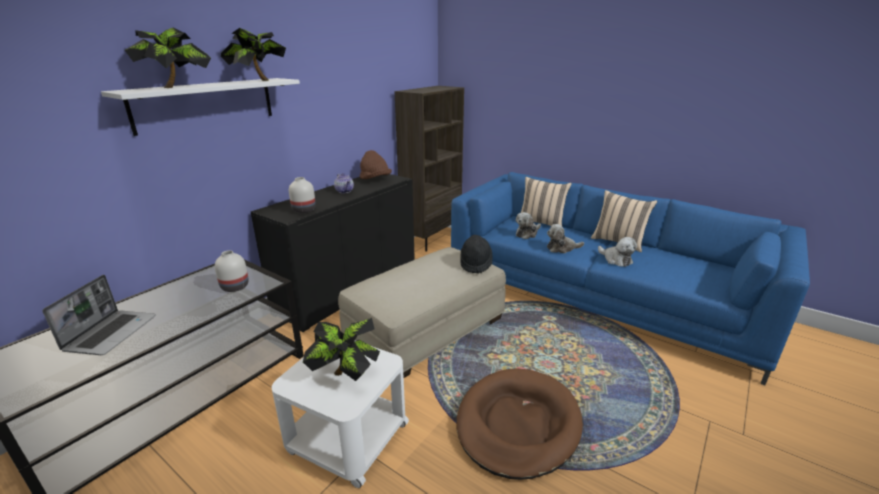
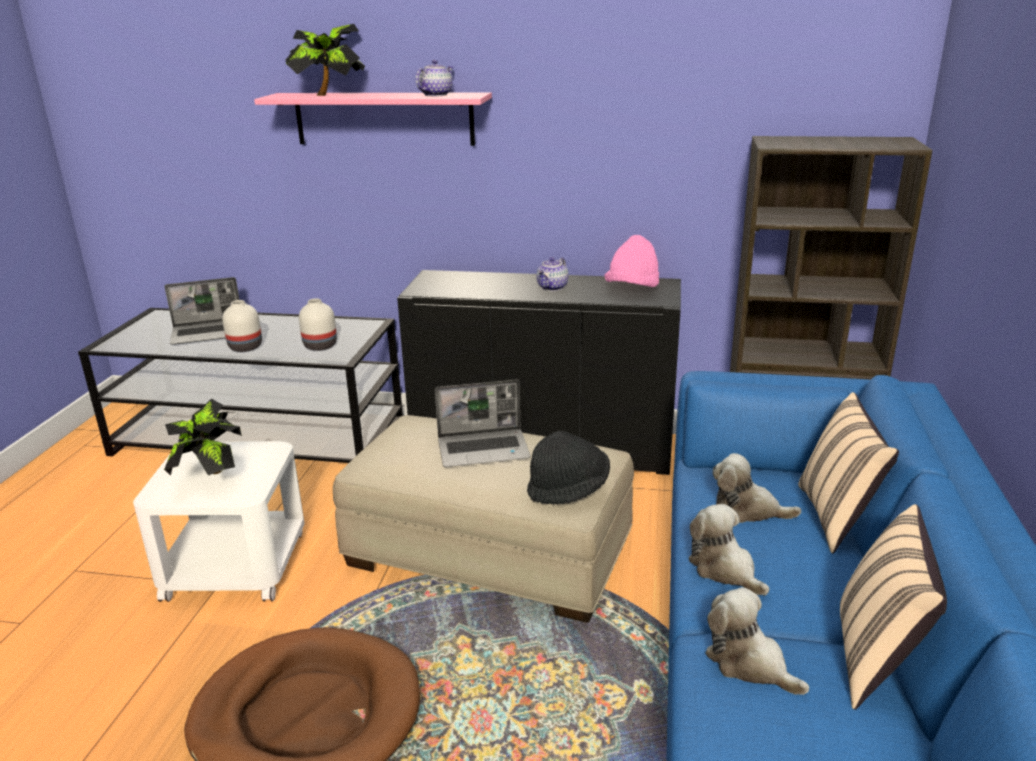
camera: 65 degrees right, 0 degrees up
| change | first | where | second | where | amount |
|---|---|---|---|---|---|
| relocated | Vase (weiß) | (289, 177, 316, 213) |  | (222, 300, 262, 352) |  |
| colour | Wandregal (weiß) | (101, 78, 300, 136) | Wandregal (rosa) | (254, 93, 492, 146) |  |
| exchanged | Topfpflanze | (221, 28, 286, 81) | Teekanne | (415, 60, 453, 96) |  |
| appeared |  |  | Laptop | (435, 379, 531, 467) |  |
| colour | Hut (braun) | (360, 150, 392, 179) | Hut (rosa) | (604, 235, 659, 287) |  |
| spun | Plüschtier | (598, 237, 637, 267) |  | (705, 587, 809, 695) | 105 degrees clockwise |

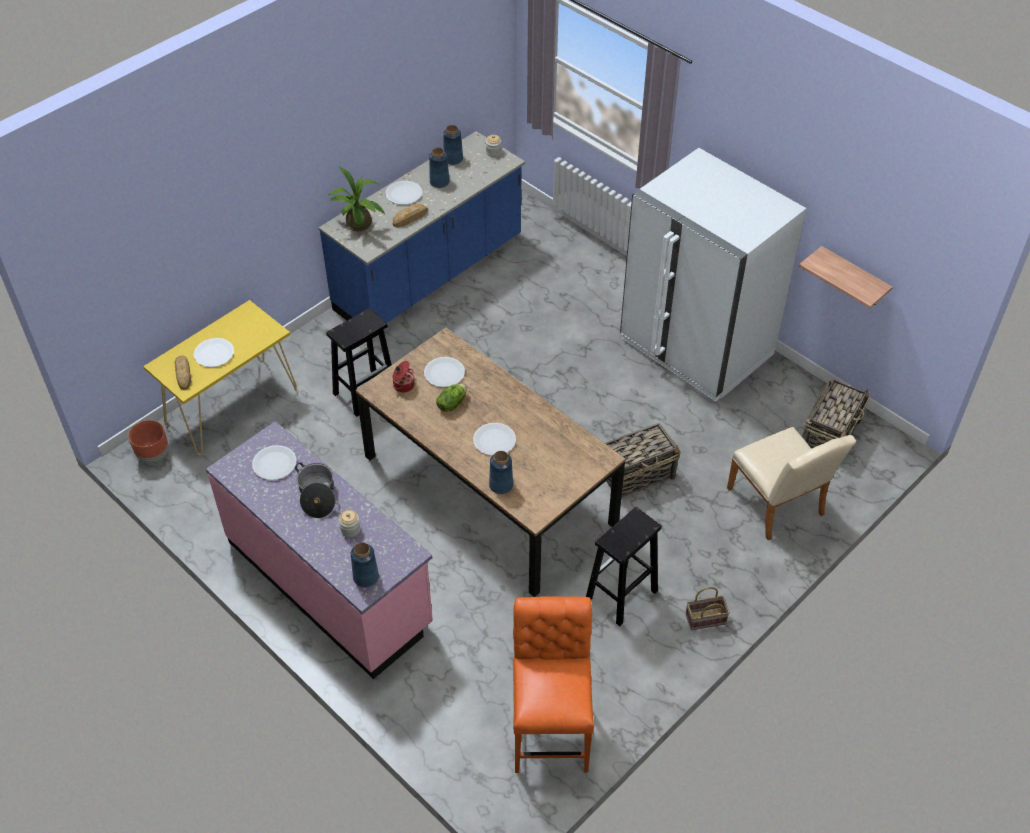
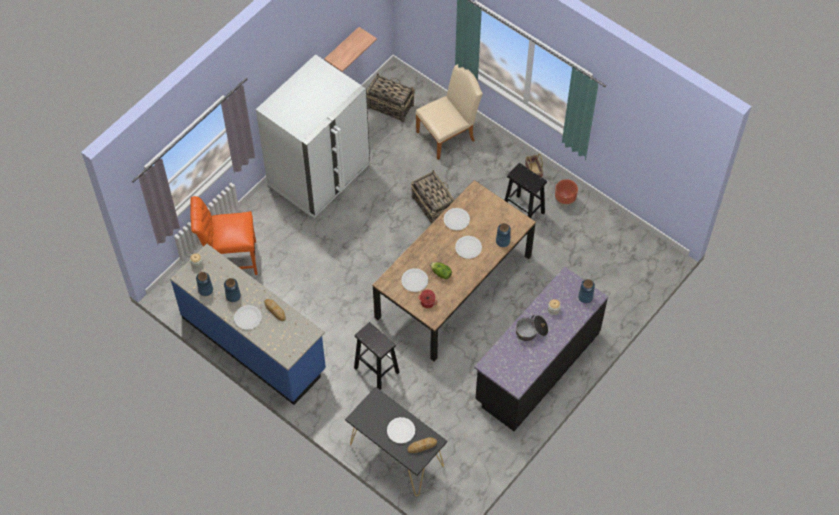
camera: 95 degrees left, 10 degrees up
| change | first | where | second | where | amount |
|---|---|---|---|---|---|
| relocated | Stuhl (orange) | (513, 596, 594, 773) |  | (190, 196, 258, 275) |  |
| colour | Konsolentisch (gelb) | (143, 300, 297, 456) | Konsolentisch (schwarz) | (345, 387, 447, 496) |  |
| relocated | Teller (weiß) | (252, 445, 297, 480) |  | (444, 208, 470, 230) |  |
| colour | Küchenzeile (rosa) | (206, 421, 433, 679) | Küchenzeile (schwarz) | (474, 267, 608, 431) |  |
| relocated | Pflanzkübel (braun) | (128, 420, 168, 464) |  | (555, 179, 578, 207) |  |
| missing | Topfpflanze | (328, 167, 385, 232) |  |  |  |

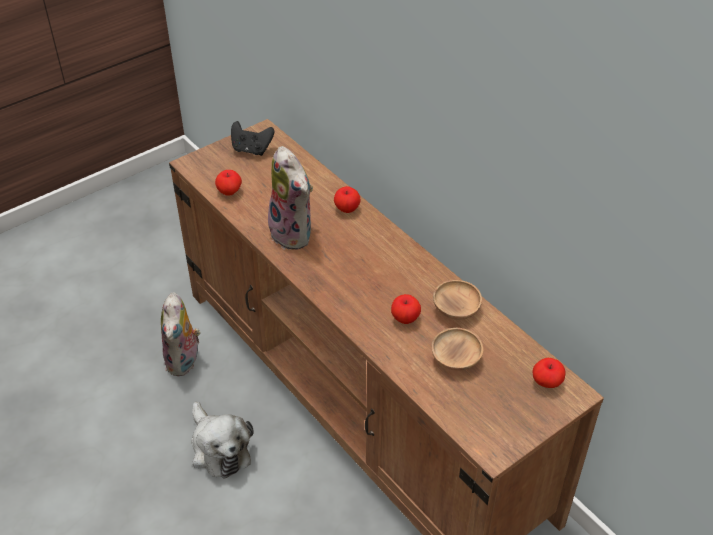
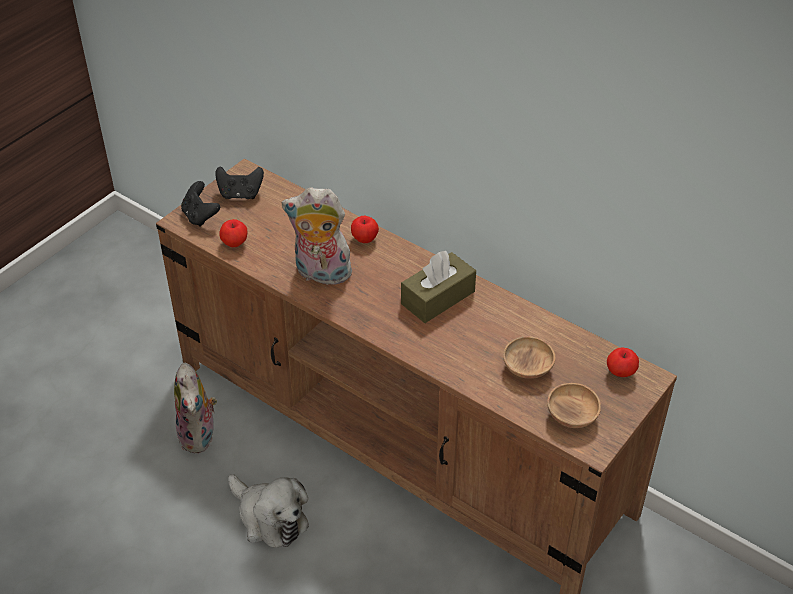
camera: 15 degrees left, 0 degrees up
| change | first | where | second | where | amount |
|---|---|---|---|---|---|
| appeared |  |  | Gamepad (schwarz) | (181, 181, 220, 227) |  |
| spun | Plüschtier | (268, 146, 313, 250) |  | (282, 187, 352, 285) | 150 degrees clockwise |
| appeared |  |  | Taschentuchbox (braun) | (401, 250, 476, 323) |  |
| relocated | Schüssel (braun) | (433, 280, 482, 320) |  | (547, 383, 601, 428) |  |
| missing | Apfel | (391, 294, 421, 324) |  |  |  |

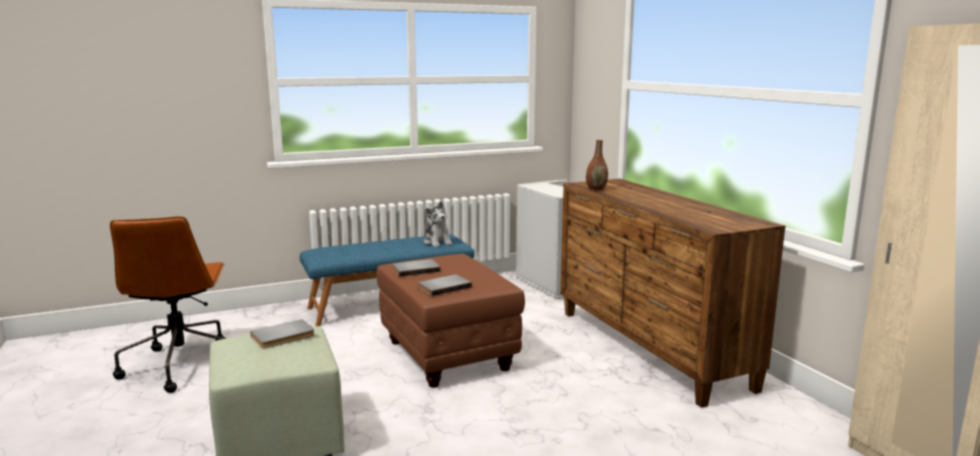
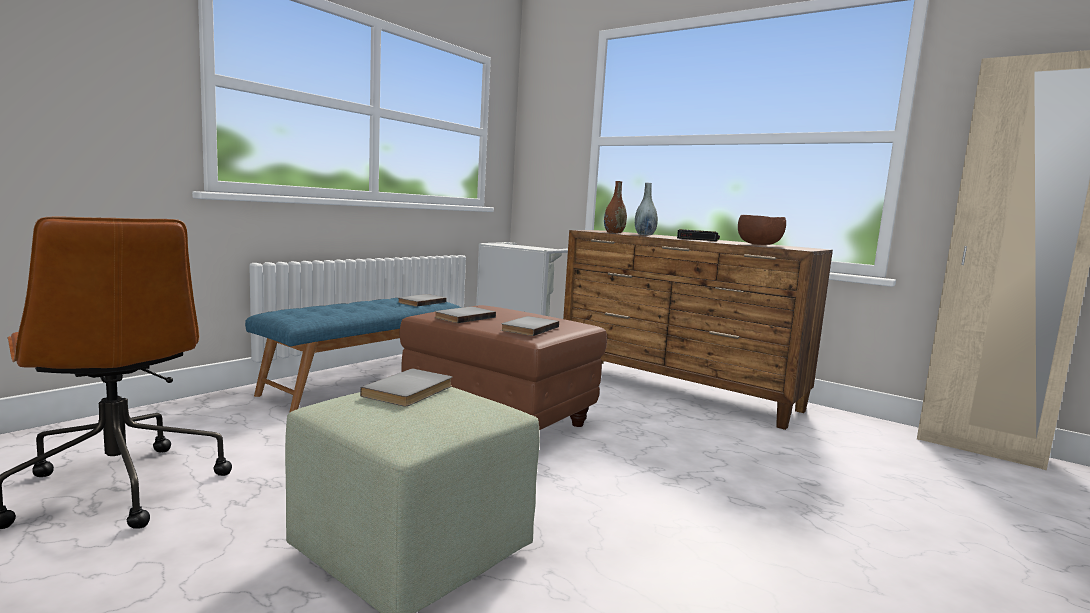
camera: 30 degrees left, 5 degrees down
| change | first | where | second | where | amount |
|---|---|---|---|---|---|
| exchanged | Plüschtier | (424, 201, 453, 247) | Buch (grau) | (398, 294, 447, 307) |  |
| appeared |  |  | Vase (grau) | (635, 183, 658, 235) |  |
| appeared |  |  | Wecker | (677, 229, 720, 241) |  |
| appeared |  |  | Schüssel (braun) | (738, 215, 786, 245) |  |

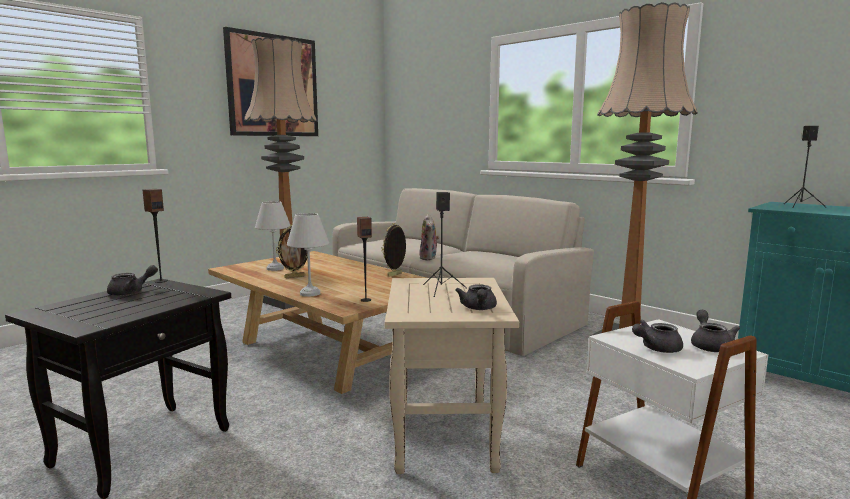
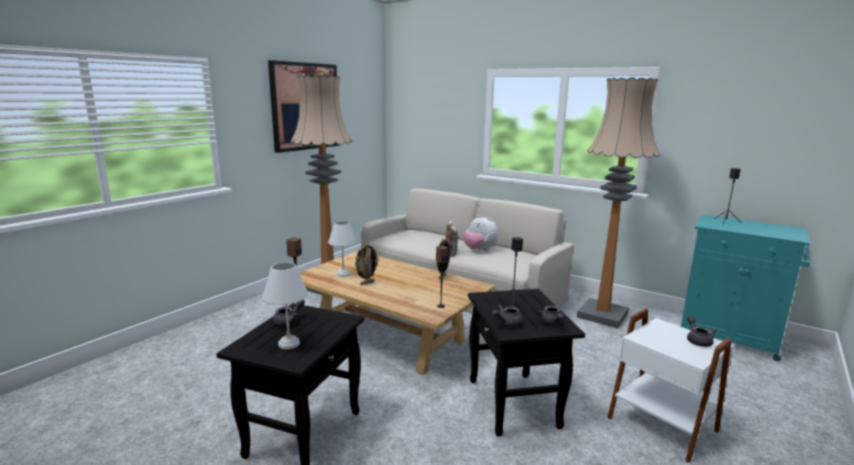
camera: 10 degrees left, 5 degrees up
| change | first | where | second | where | amount |
|---|---|---|---|---|---|
| relocated | Tischlampe (weiß) | (287, 213, 329, 297) |  | (263, 262, 308, 349) |  |
| appeared |  |  | Plüschtier | (463, 215, 498, 251) |  |
| colour | Beistelltisch (beige) | (385, 278, 519, 474) | Beistelltisch (schwarz) | (468, 289, 585, 436) |  |
| relocated | Teekanne (grau) | (632, 320, 683, 353) |  | (492, 304, 523, 326) |  |

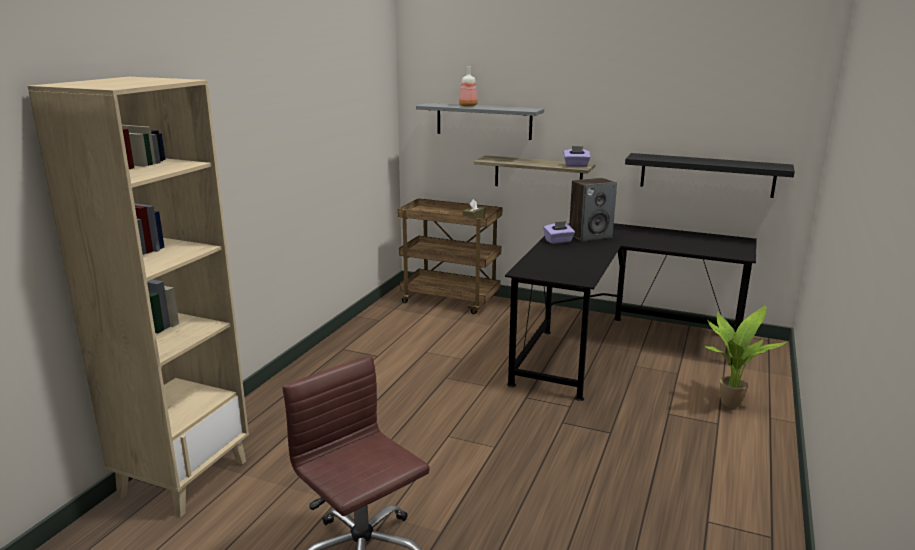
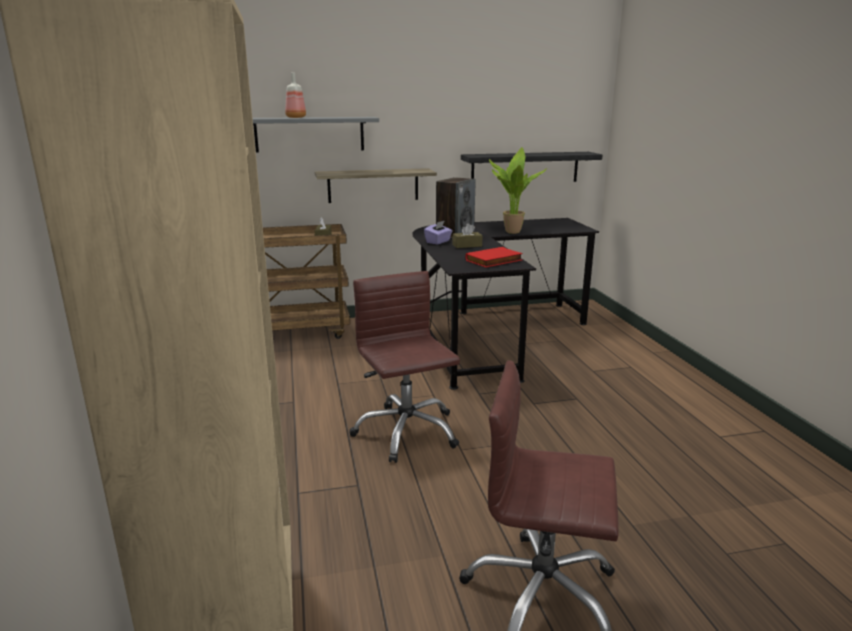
camera: 35 degrees left, 0 degrees up
| change | first | where | second | where | amount |
|---|---|---|---|---|---|
| appeared |  |  | Bürostuhl (braun) | (349, 271, 460, 463) |  |
| appeared |  |  | Taschentuchbox (braun) | (452, 223, 483, 248) |  |
| appeared |  |  | Buch (rot) | (466, 247, 523, 267) |  |
| relocated | Topfpflanze | (704, 306, 787, 408) |  | (489, 147, 547, 234) |  |
| missing | Taschentuchbox (lila) | (563, 146, 591, 167) |  |  |  |

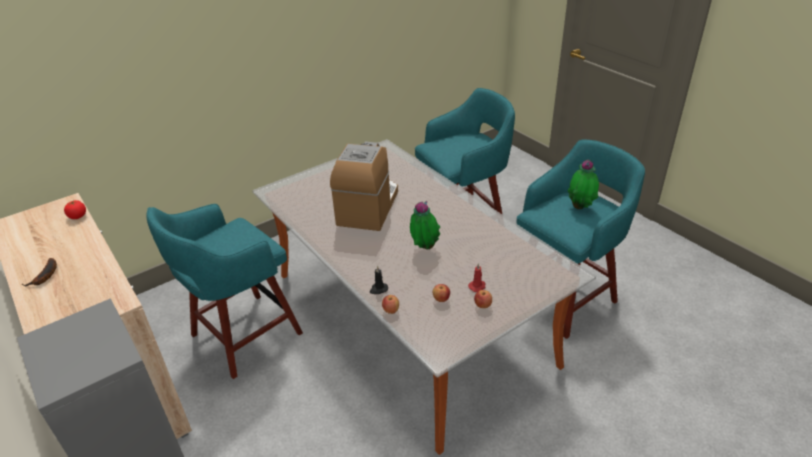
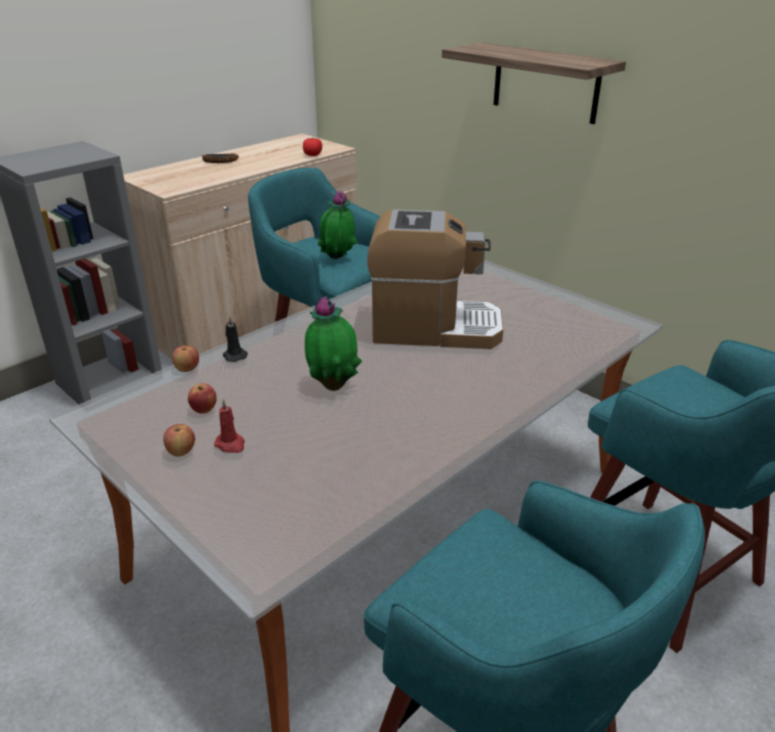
camera: 80 degrees right, 5 degrees down
| change | first | where | second | where | amount |
|---|---|---|---|---|---|
| relocated | Topfpflanze | (568, 160, 599, 209) |  | (318, 191, 358, 259) |  |
| appeared |  |  | Wandregal | (442, 43, 626, 124) |  |

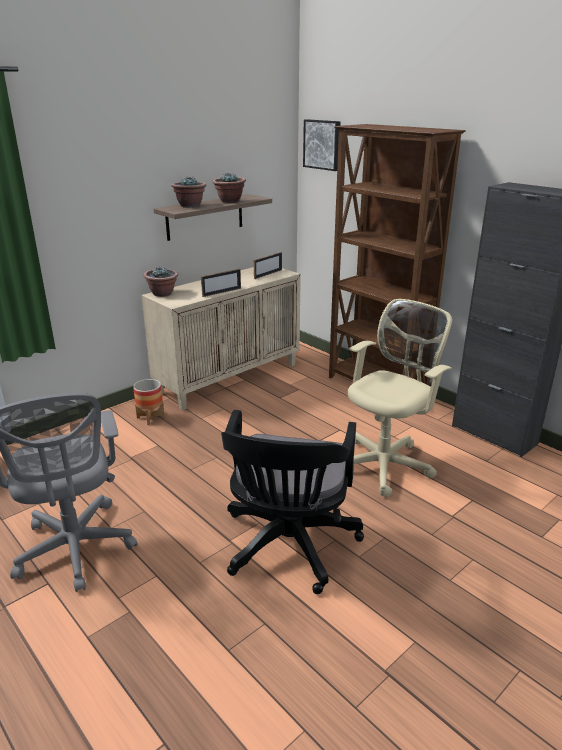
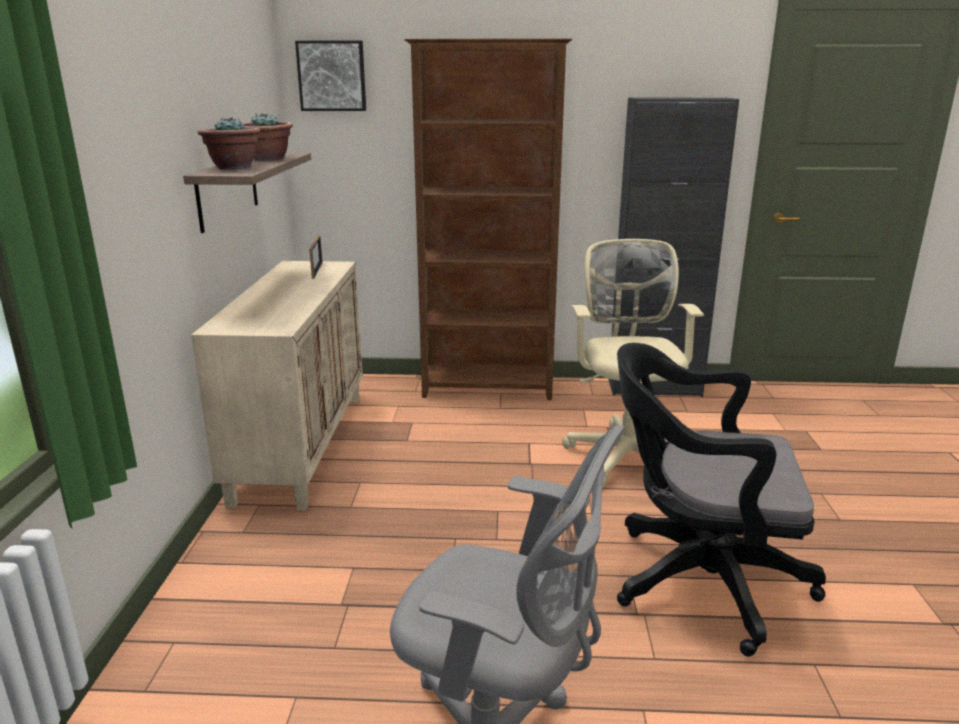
camera: 45 degrees left, 5 degrees down
| change | first | where | second | where | amount |
|---|---|---|---|---|---|
| spun | Bürostuhl (schwarz) | (221, 410, 364, 594) |  | (617, 343, 826, 656) | 135 degrees clockwise |
| missing | Pflanzkübel | (133, 379, 165, 425) |  |  |  |
| missing | Topfpflanze | (143, 266, 178, 297) |  |  |  |
| missing | Bilderrahmen | (201, 269, 241, 297) |  |  |  |

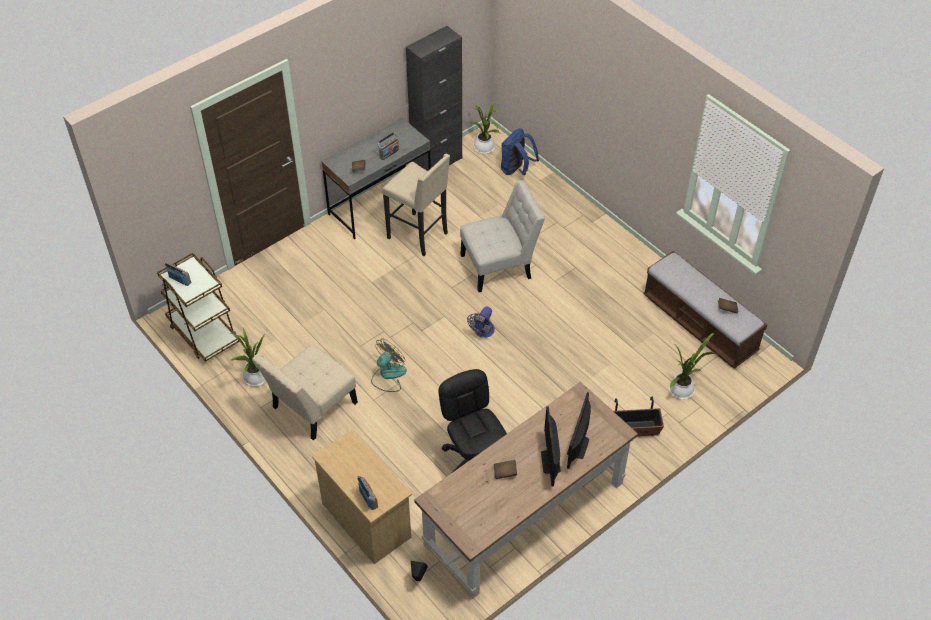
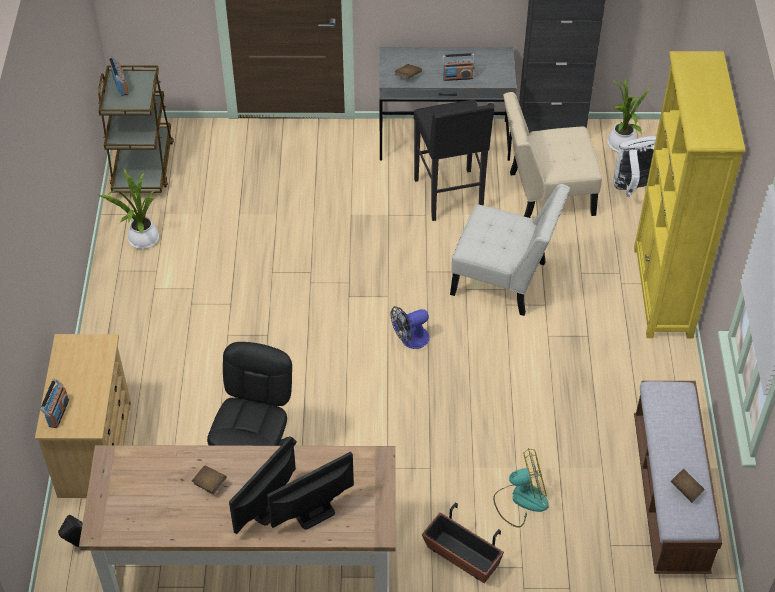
camera: 40 degrees right, 0 degrees up
| change | first | where | second | where | amount |
|---|---|---|---|---|---|
| colour | Hocker (beige) | (382, 154, 450, 256) | Hocker (schwarz) | (414, 100, 495, 221) |  |
| relocated | Ventilator | (371, 339, 407, 392) |  | (493, 448, 549, 528) |  |
| relocated | Stuhl (beige) | (252, 344, 358, 441) |  | (503, 92, 602, 218) |  |
| colour | Rucksack (blau) | (501, 129, 539, 175) | Rucksack (weiß) | (613, 136, 656, 197) |  |
| appeared |  |  | Bücherregal (gelb) | (634, 51, 745, 338) |  |
| missing | Topfpflanze | (669, 333, 717, 400) |  |  |  |

